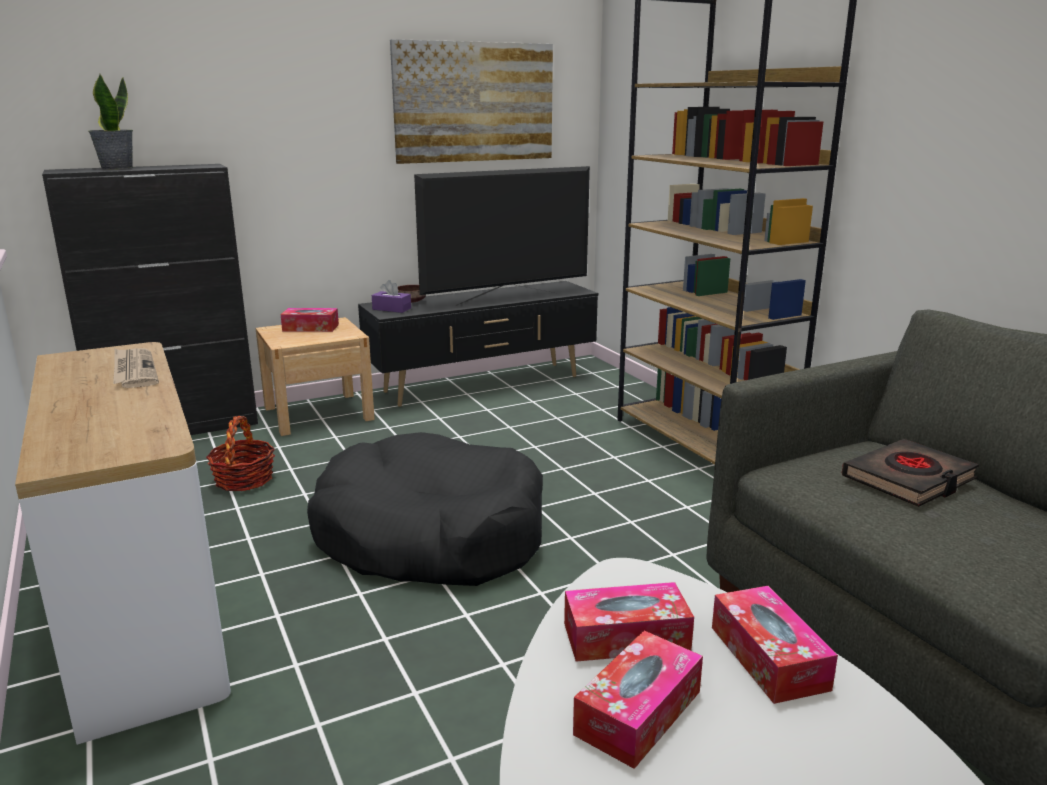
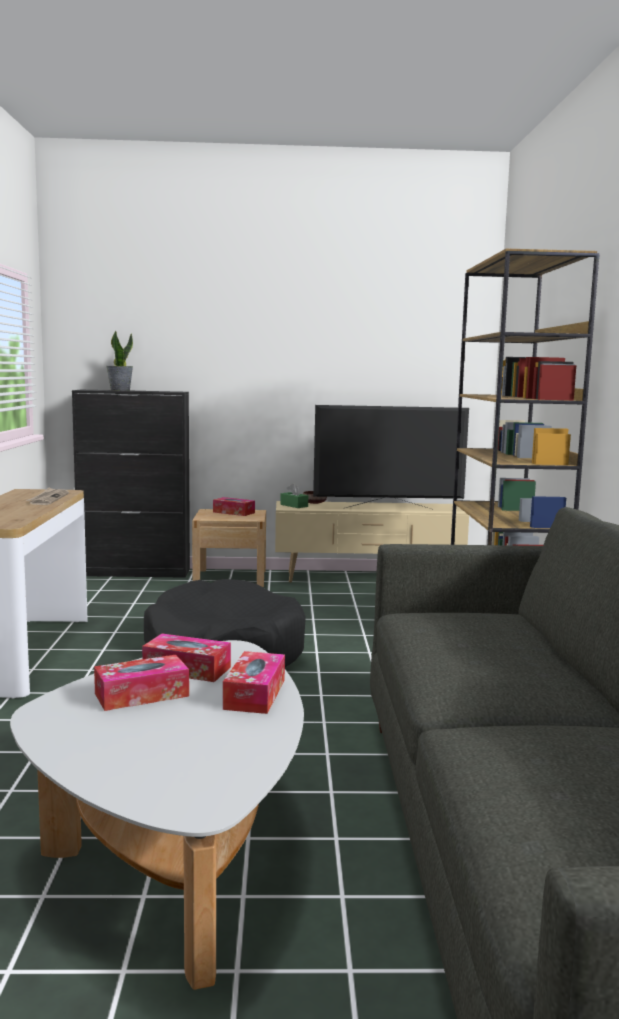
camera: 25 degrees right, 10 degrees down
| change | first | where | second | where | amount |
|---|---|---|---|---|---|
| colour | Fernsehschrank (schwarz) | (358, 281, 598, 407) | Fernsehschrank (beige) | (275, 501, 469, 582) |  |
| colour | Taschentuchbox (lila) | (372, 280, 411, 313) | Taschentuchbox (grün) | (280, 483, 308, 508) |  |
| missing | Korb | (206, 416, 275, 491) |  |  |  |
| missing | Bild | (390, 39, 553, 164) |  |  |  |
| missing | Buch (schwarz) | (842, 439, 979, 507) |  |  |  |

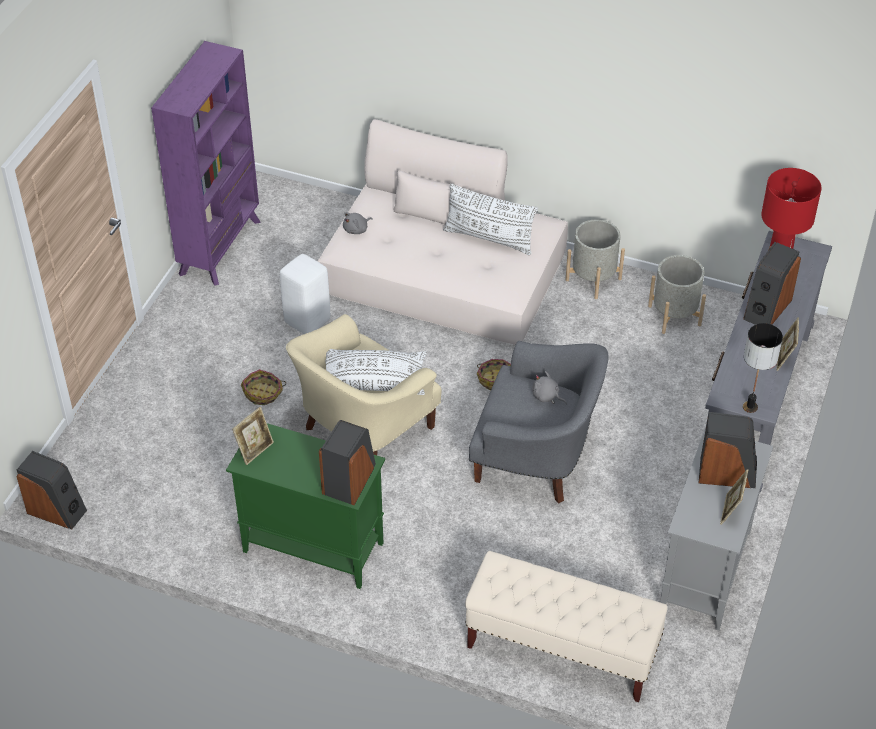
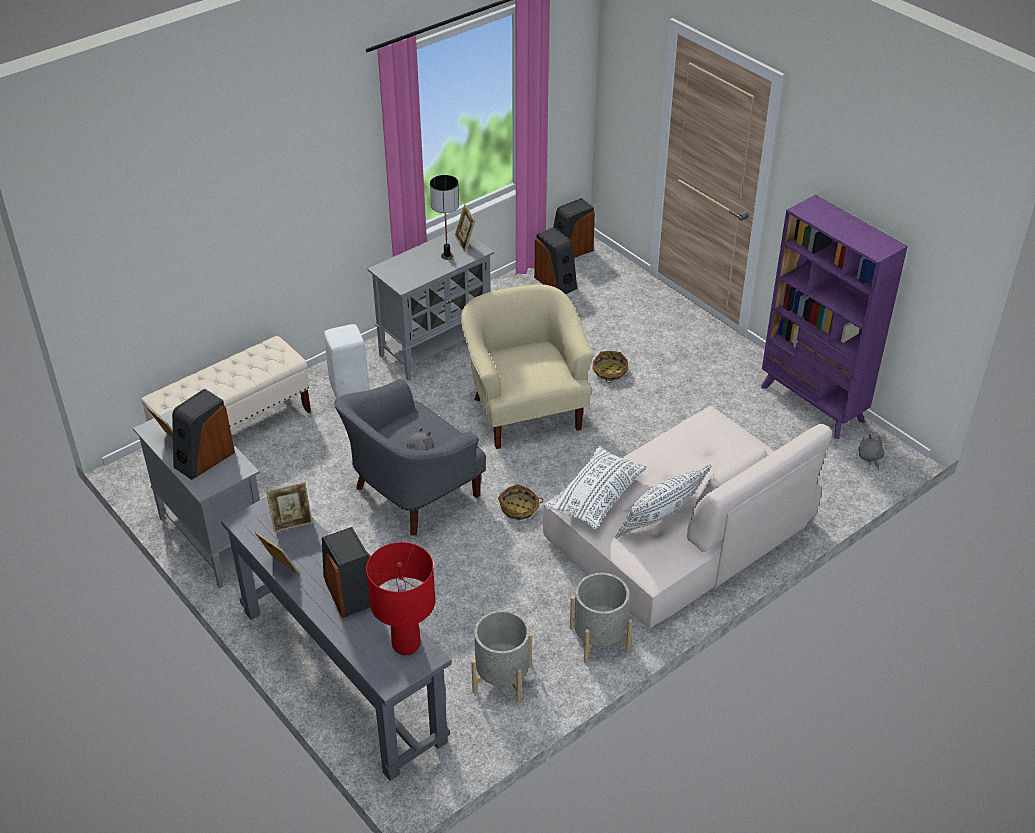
camera: 120 degrees right, 5 degrees down
| change | first | where | second | where | amount |
|---|---|---|---|---|---|
| appeared |  |  | Bilderrahmen | (266, 482, 313, 533) |  |
| relocated | Hocker (weiß) | (280, 254, 330, 334) |  | (324, 324, 369, 399) |  |
| colour | Schrank (grün) | (226, 423, 385, 589) | Schrank (grau) | (368, 228, 494, 381) |  |
| relocated | Tischlampe | (743, 323, 783, 413) |  | (430, 175, 459, 260) |  |
| relocated | Lautsprecher | (319, 420, 376, 505) |  | (534, 227, 577, 294) |  |
| relocated | Kissen (weiß) | (326, 349, 427, 395) |  | (546, 446, 647, 529) |  |
| relocated | Plüschtier (grau) | (343, 212, 373, 234) |  | (858, 434, 884, 471) |  |

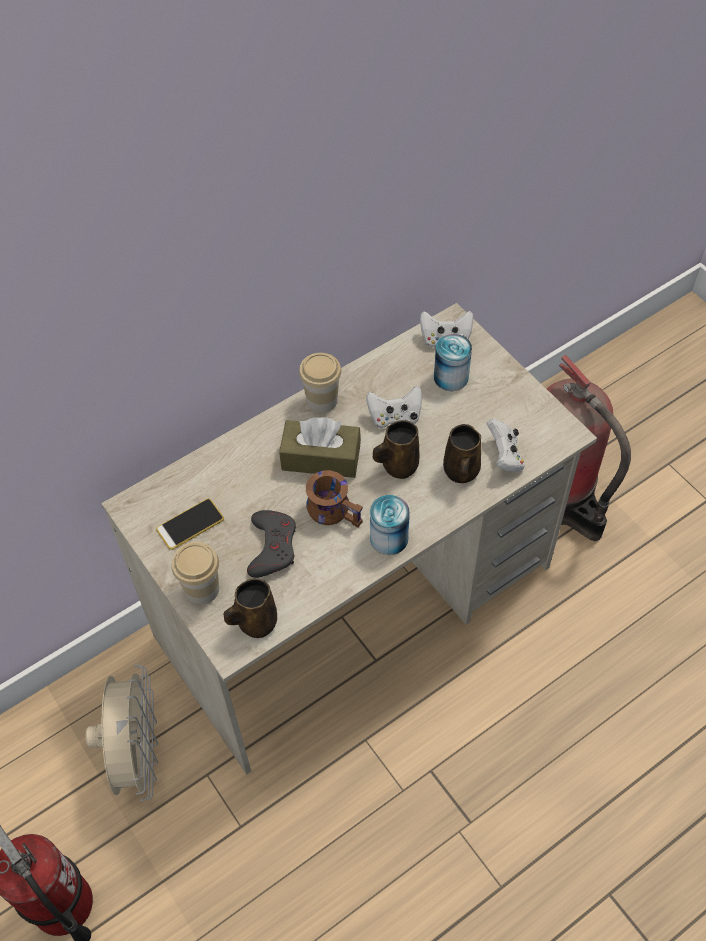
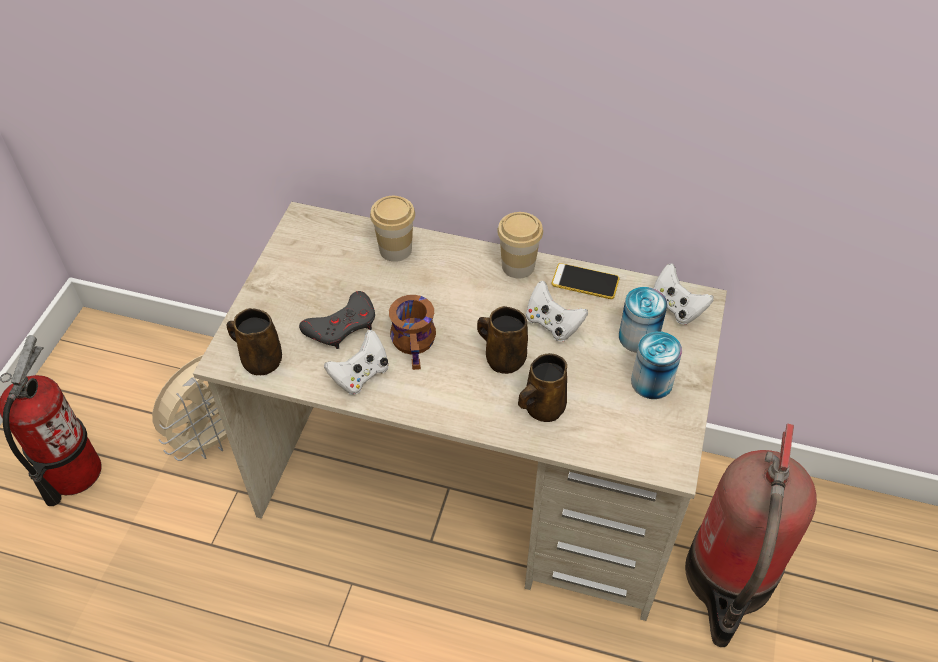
camera: 50 degrees right, 5 degrees down
| change | first | where | second | where | amount |
|---|---|---|---|---|---|
| relocated | Gamepad (weiß) | (486, 418, 525, 472) |  | (324, 330, 389, 395) |  |
| relocated | Tasse | (171, 542, 219, 605) |  | (370, 196, 415, 262) |  |
| relocated | Handy | (156, 499, 224, 550) |  | (551, 263, 619, 299) |  |
| relocated | Dose | (370, 495, 410, 555) |  | (631, 331, 682, 399) |  |
| missing | Taschentuchbox (braun) | (279, 417, 361, 478) |  |  |  |

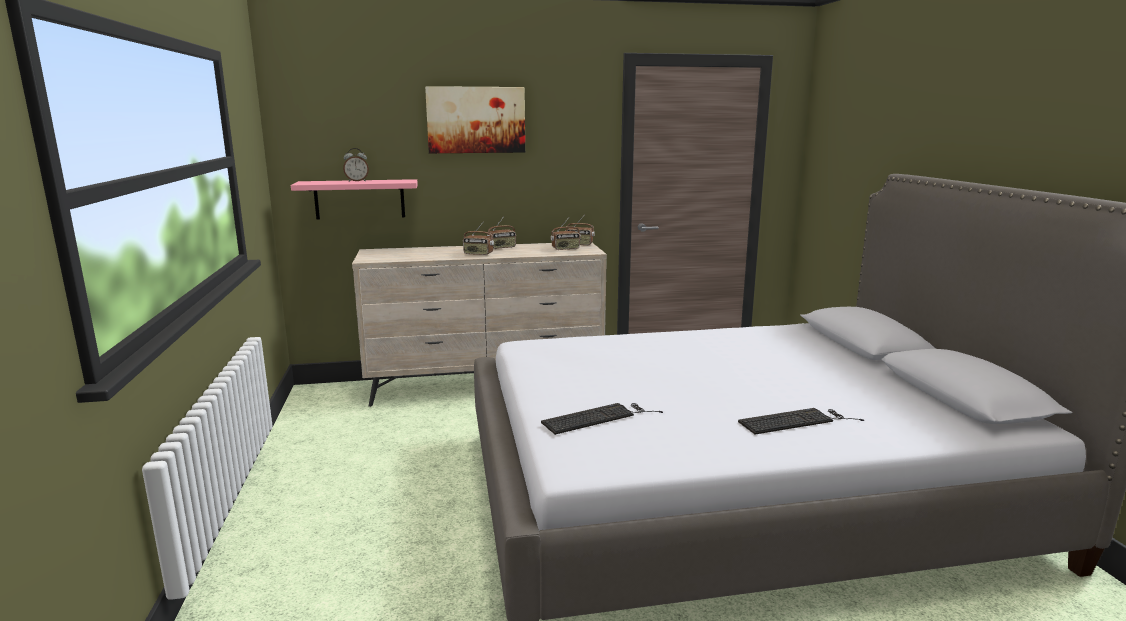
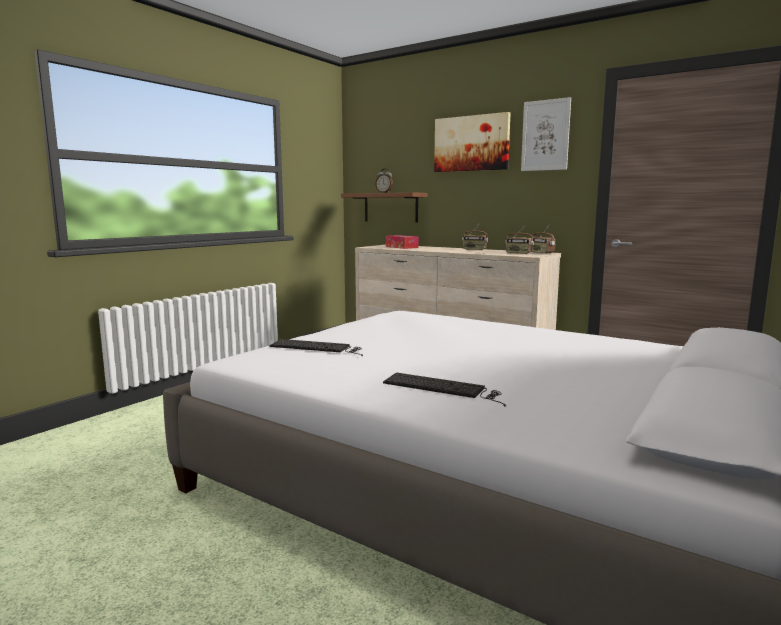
camera: 45 degrees right, 5 degrees down
| change | first | where | second | where | amount |
|---|---|---|---|---|---|
| colour | Wandregal (rosa) | (291, 179, 418, 220) | Wandregal (braun) | (341, 192, 427, 222) |  |
| appeared |  |  | Taschentuchbox | (386, 235, 419, 249) |  |
| appeared |  |  | Bild | (521, 97, 571, 171) |  |
| missing | Radio | (463, 224, 494, 255) |  |  |  |

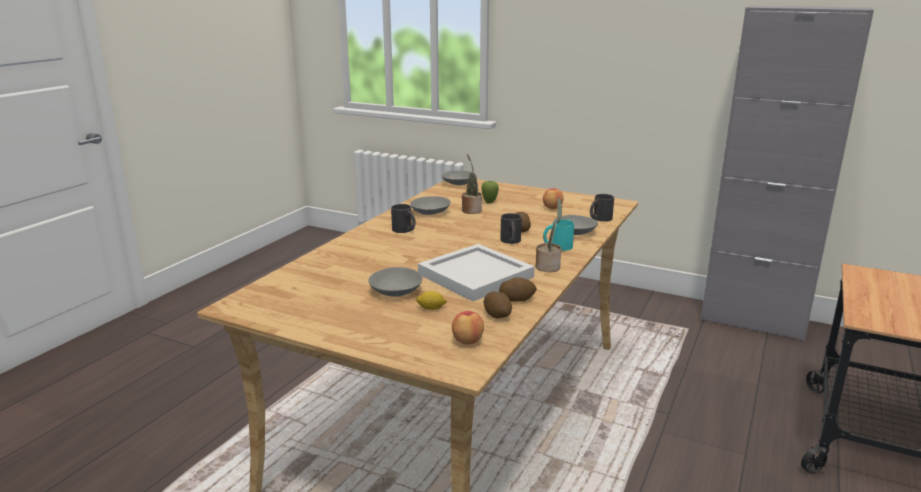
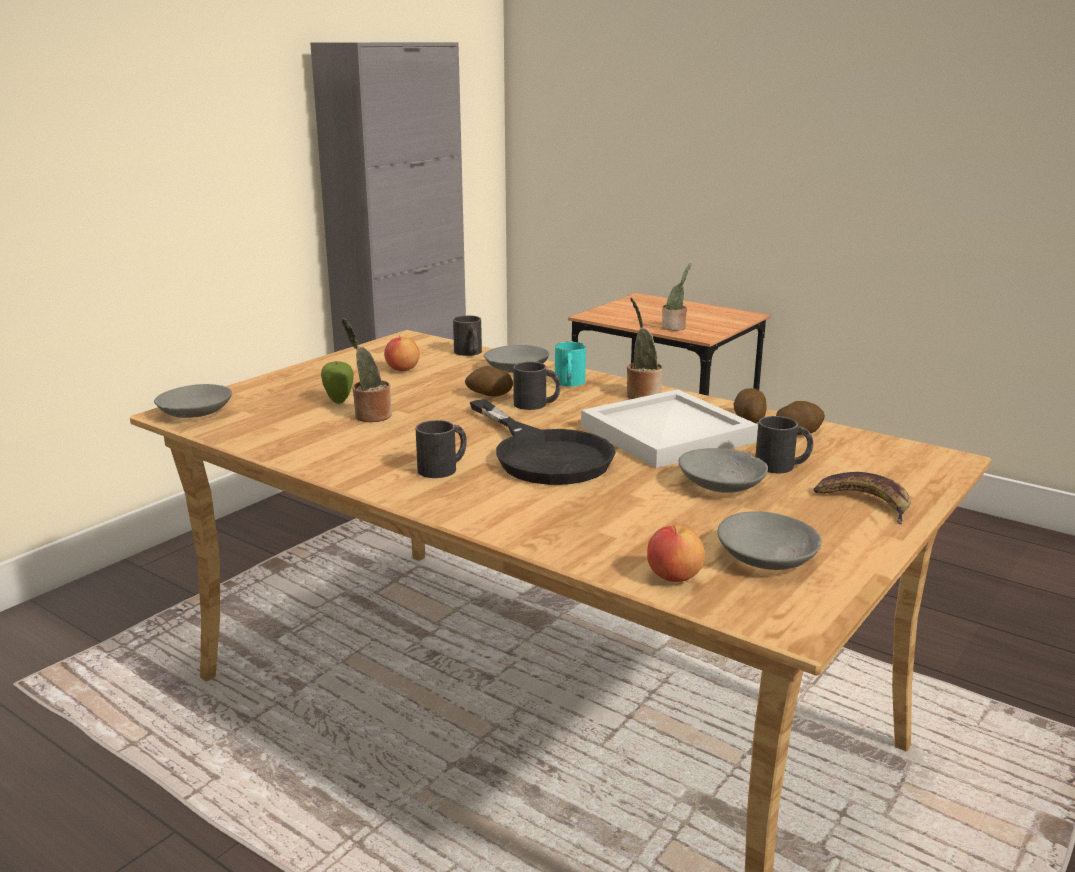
camera: 80 degrees left, 0 degrees up
| change | first | where | second | where | amount |
|---|---|---|---|---|---|
| appeared |  |  | Pfanne (schwarz) | (470, 399, 616, 485) |  |
| relocated | Apfel | (452, 311, 484, 345) |  | (647, 524, 705, 582) |  |
| appeared |  |  | Topfpflanze | (662, 263, 691, 331) |  |
| relocated | Schüssel (grau) | (410, 196, 451, 215) |  | (717, 511, 822, 570) |  |
| exchanged | Zitrone | (416, 291, 447, 310) | Henkelbecher (schwarz) | (755, 416, 813, 473) |  |
| appeared |  |  | Banane | (814, 472, 911, 524) |  |

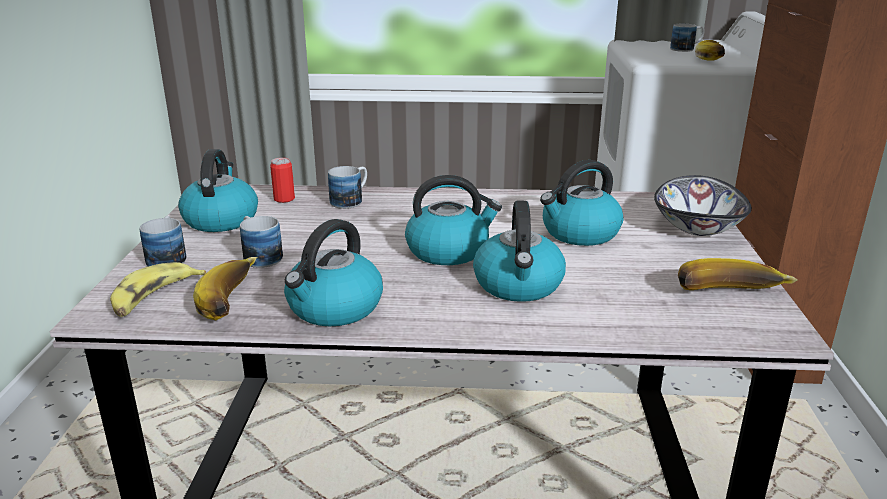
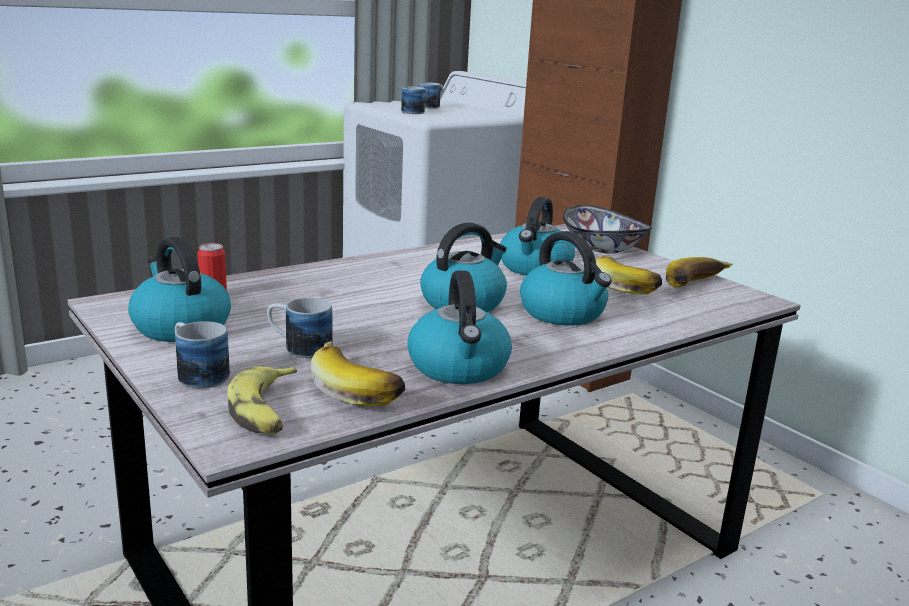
camera: 40 degrees left, 5 degrees down
| change | first | where | second | where | amount |
|---|---|---|---|---|---|
| relocated | Henkelbecher | (328, 166, 367, 209) |  | (401, 86, 425, 114) |  |
| relocated | Banane | (695, 40, 725, 61) |  | (595, 255, 662, 294) |  |

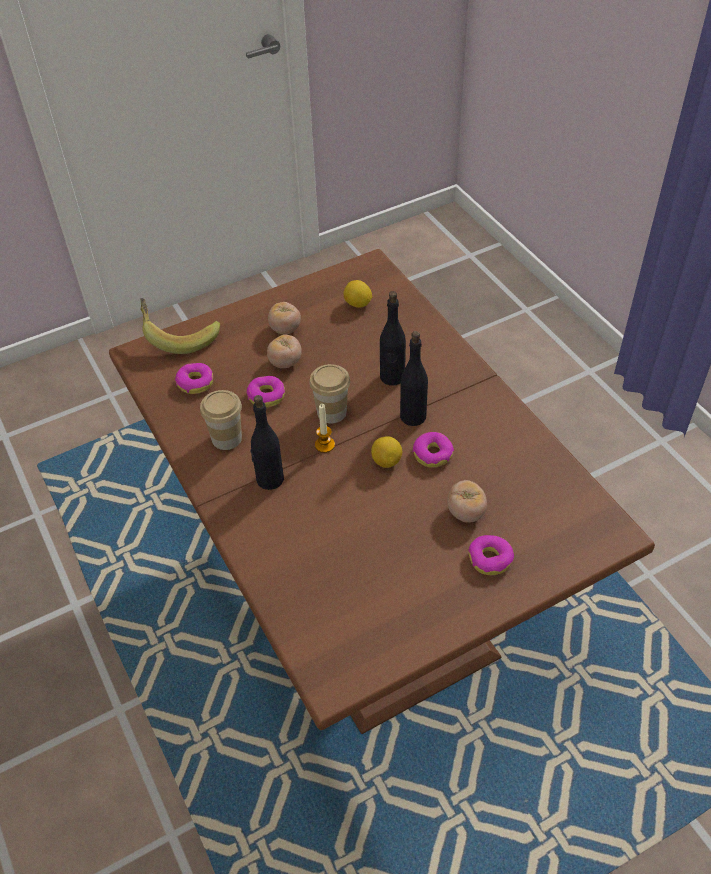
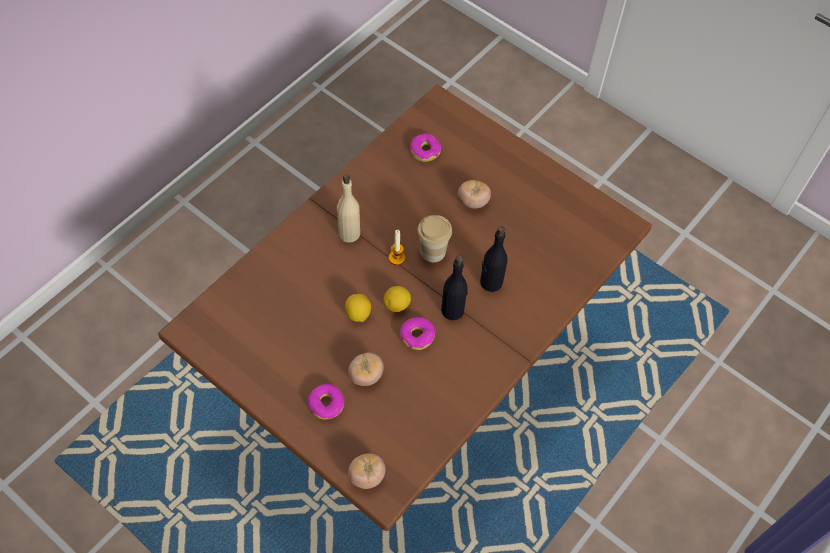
camera: 65 degrees right, 10 degrees up
| change | first | where | second | where | amount |
|---|---|---|---|---|---|
| colour | Flasche (schwarz) | (250, 395, 284, 490) | Flasche (beige) | (337, 174, 360, 243) |  |
| relocated | Zitrone | (343, 280, 372, 308) |  | (345, 294, 371, 322) |  |
| relocated | Tomate | (268, 302, 301, 334) |  | (348, 453, 385, 489) |  |
| missing | Banane | (140, 298, 220, 354) |  |  |  |
| missing | Tasse | (200, 390, 242, 450) |  |  |  |
| missing | Donut | (246, 376, 285, 408) |  |  |  |

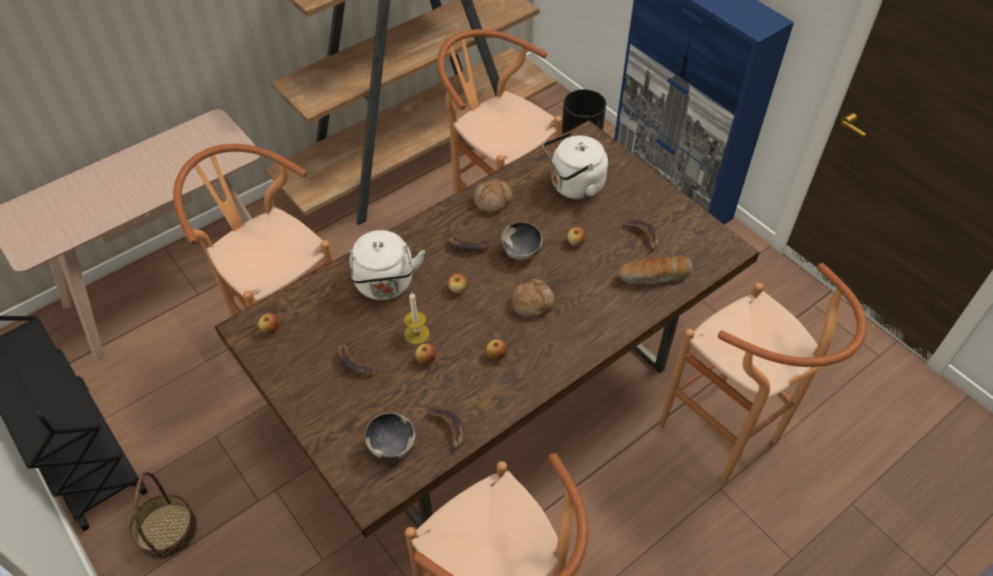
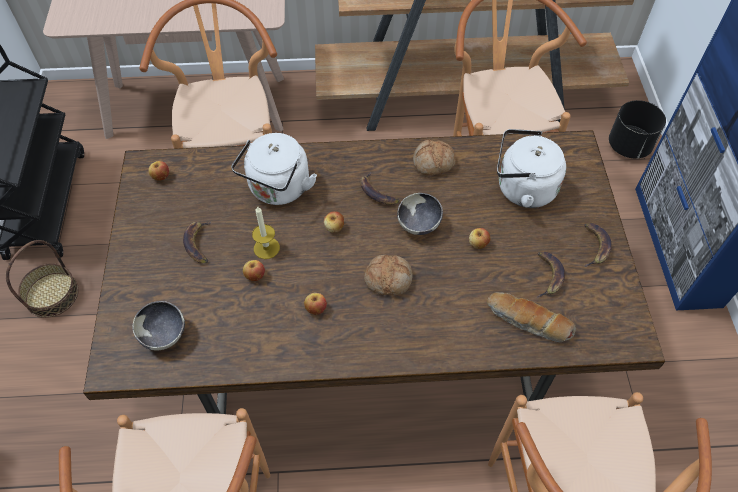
camera: 35 degrees right, 5 degrees up
| change | first | where | second | where | amount |
|---|---|---|---|---|---|
| relocated | Banane | (427, 408, 465, 457) |  | (584, 223, 612, 267) |  |

